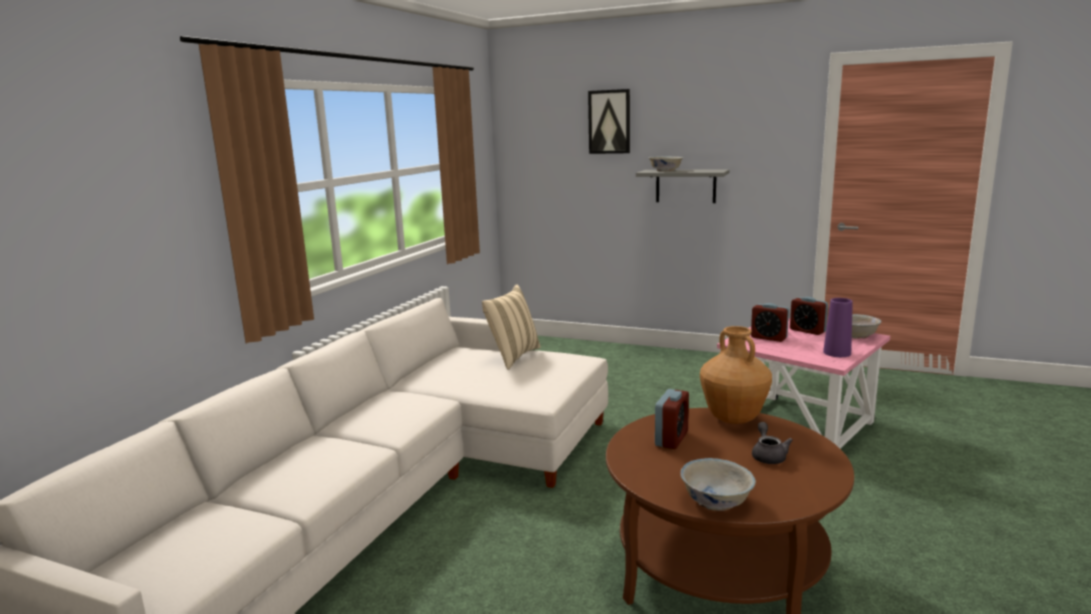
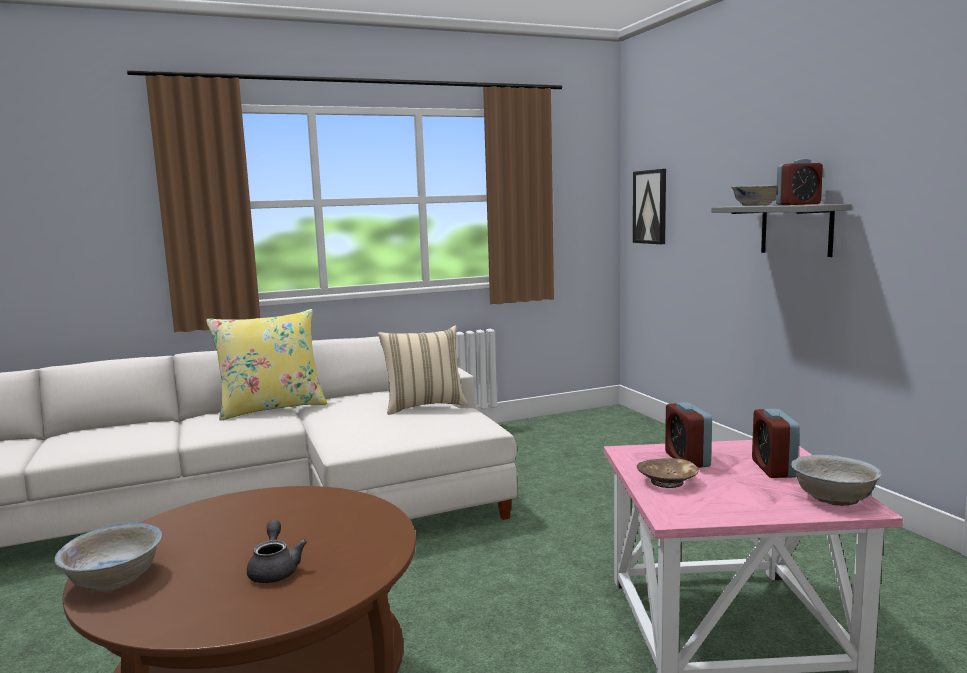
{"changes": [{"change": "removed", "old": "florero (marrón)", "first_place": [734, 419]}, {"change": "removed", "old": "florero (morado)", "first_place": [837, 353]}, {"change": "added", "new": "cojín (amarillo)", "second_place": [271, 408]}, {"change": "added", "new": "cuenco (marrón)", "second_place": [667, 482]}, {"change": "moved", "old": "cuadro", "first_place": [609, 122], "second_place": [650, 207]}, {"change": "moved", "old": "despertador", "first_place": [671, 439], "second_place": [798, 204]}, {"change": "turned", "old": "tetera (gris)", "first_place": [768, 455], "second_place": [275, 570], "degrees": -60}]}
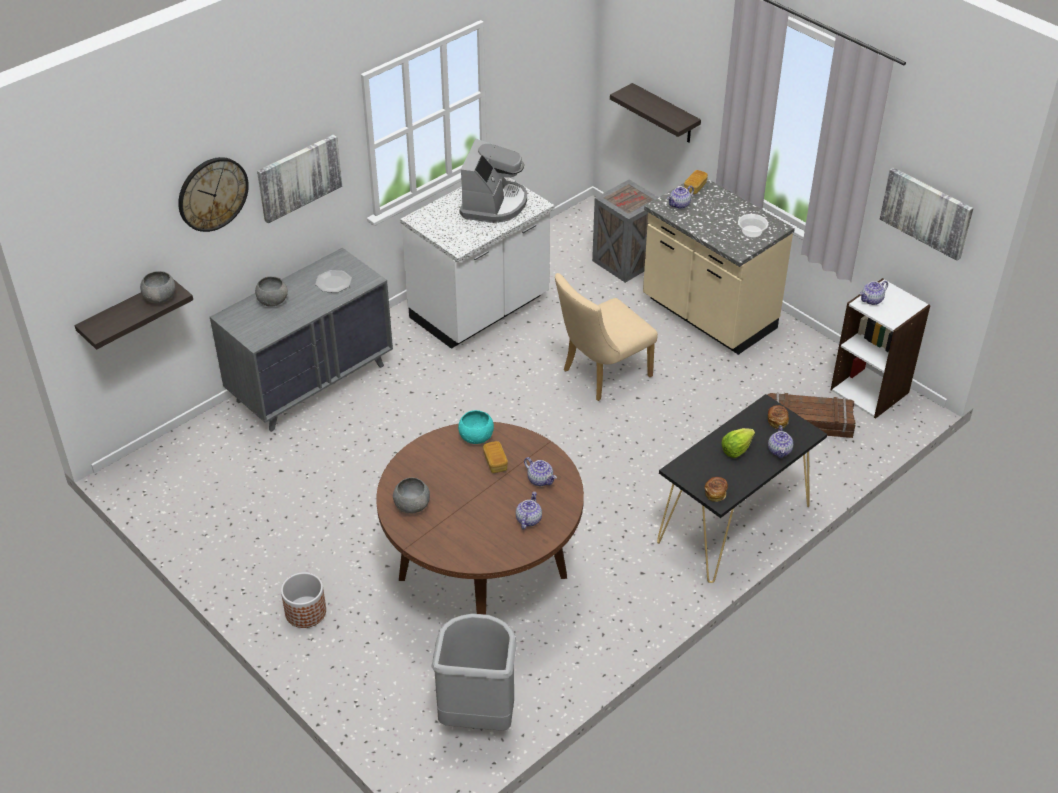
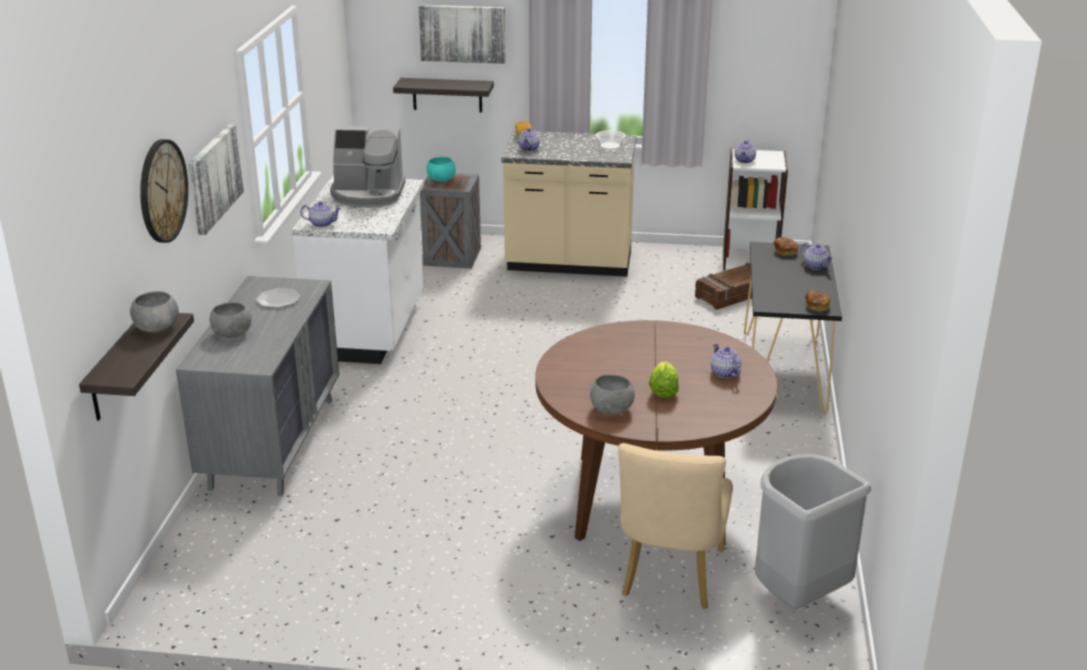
{"changes": [{"change": "removed", "old": "maceta", "first_place": [305, 612]}, {"change": "removed", "old": "pan", "first_place": [495, 463]}, {"change": "moved", "old": "cuenco (turquesa)", "first_place": [476, 437], "second_place": [441, 179]}, {"change": "moved", "old": "tetera", "first_place": [540, 480], "second_place": [322, 223]}, {"change": "moved", "old": "silla (beis)", "first_place": [601, 375], "second_place": [670, 578]}, {"change": "moved", "old": "lechuga", "first_place": [736, 449], "second_place": [663, 391]}, {"change": "moved", "old": "cuadro", "first_place": [926, 212], "second_place": [462, 33]}, {"change": "turned", "old": "cafetera", "first_place": [493, 204], "second_place": [368, 194], "degrees": 120}]}
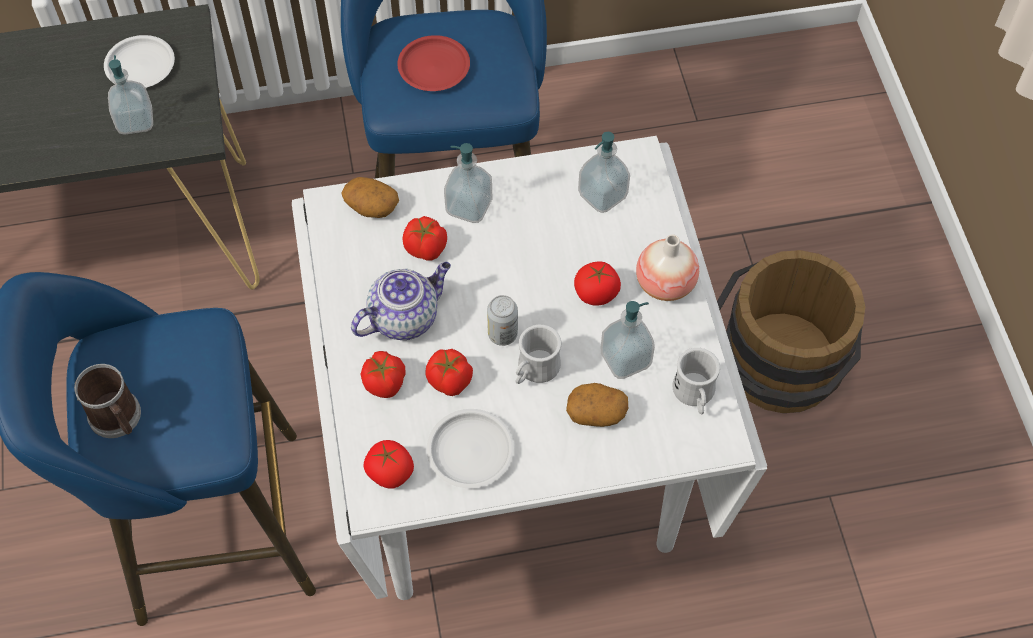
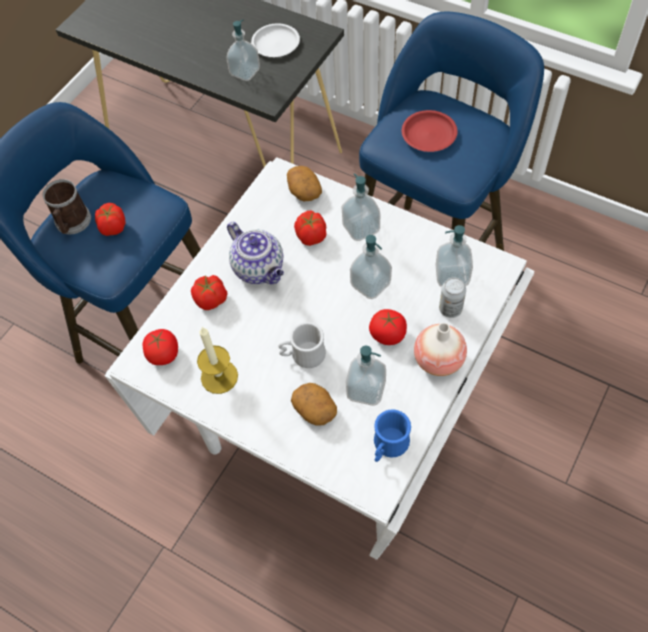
{"changes": [{"change": "removed", "old": "cubo (marrón)", "first_place": [775, 372]}, {"change": "added", "new": "dispensador de jabón", "second_place": [370, 284]}, {"change": "moved", "old": "tomate", "first_place": [450, 381], "second_place": [113, 227]}, {"change": "moved", "old": "lata", "first_place": [502, 334], "second_place": [450, 309]}, {"change": "replaced", "old": "plato (blanco)", "new": "vela", "first_place": [471, 451], "second_place": [219, 376]}, {"change": "recoloured", "old": "taza grande (blanco)", "new": "taza grande (azul)", "first_place": [694, 395], "second_place": [388, 446]}, {"change": "turned", "old": "tetera", "first_place": [405, 317], "second_place": [260, 269], "degrees": 45}]}
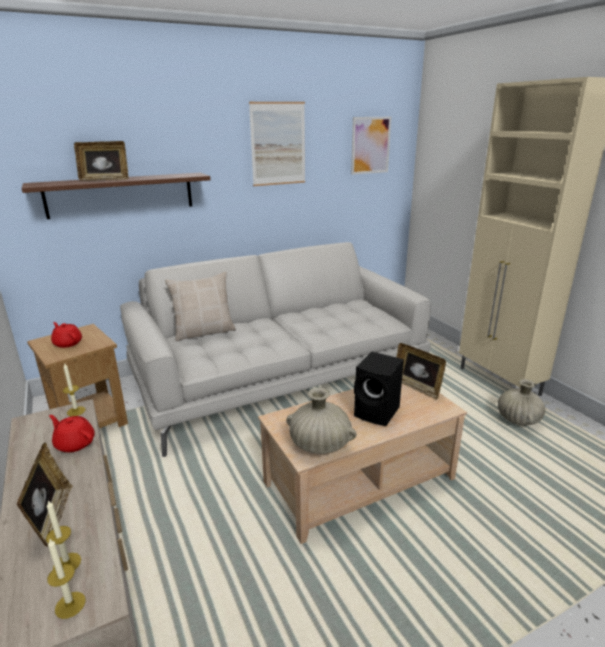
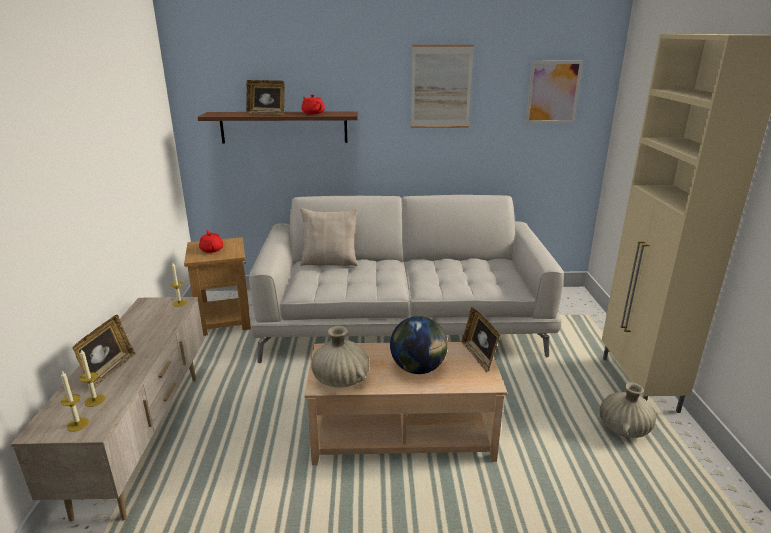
{"changes": [{"change": "moved", "old": "tetera (rojo)", "first_place": [74, 443], "second_place": [313, 113]}, {"change": "replaced", "old": "altavoz (negro)", "new": "globo terráqueo", "first_place": [378, 412], "second_place": [418, 368]}]}
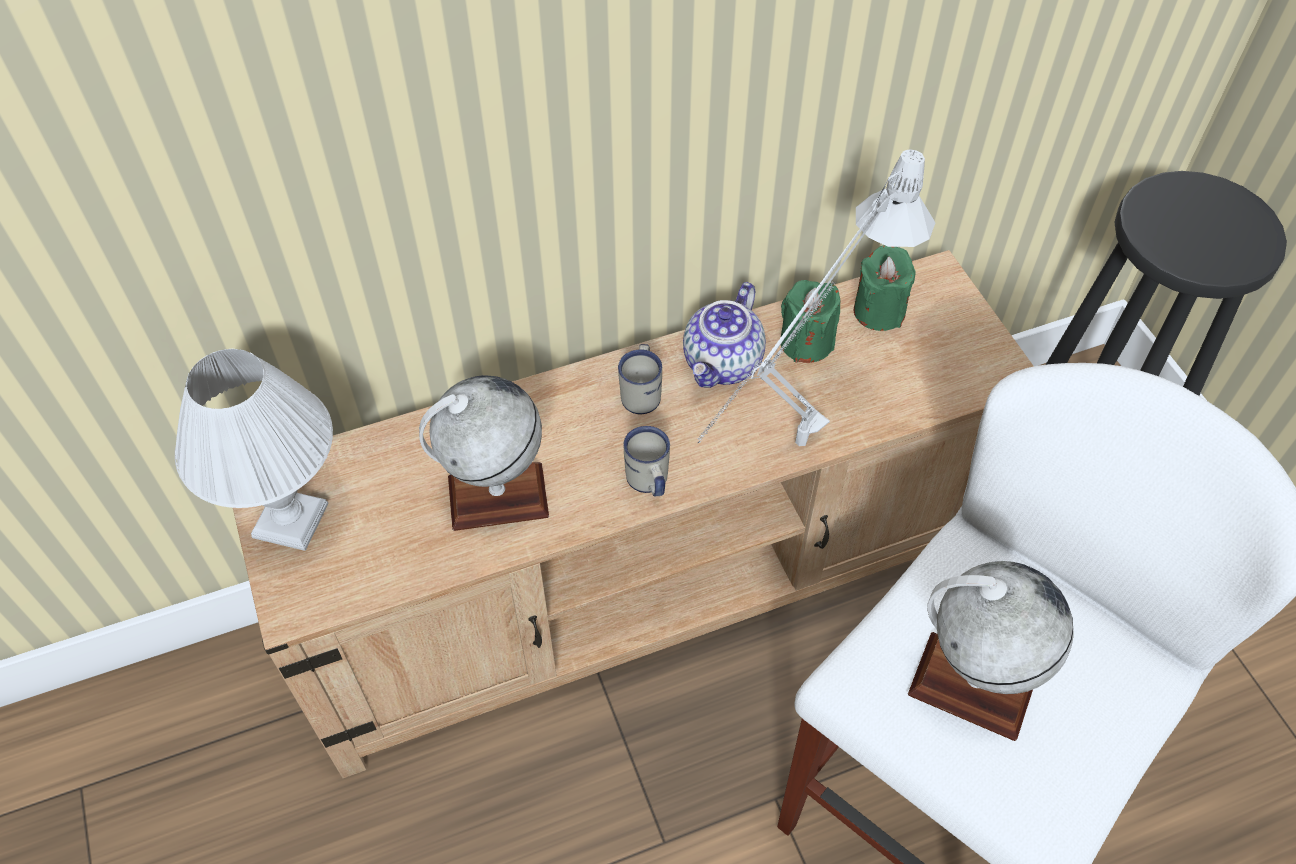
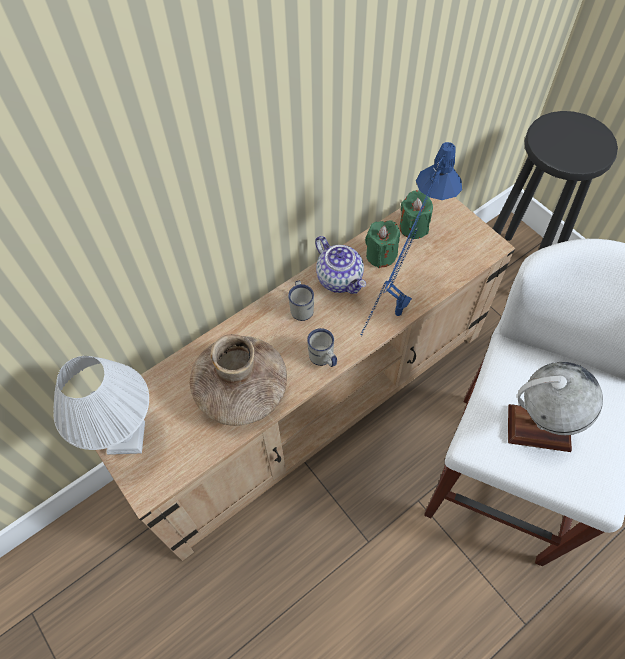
{"changes": [{"change": "replaced", "old": "globo terráqueo", "new": "florero (marrón)", "first_place": [497, 497], "second_place": [241, 390]}, {"change": "recoloured", "old": "lámpara de mesa (gris)", "new": "lámpara de mesa (azul)", "first_place": [788, 455], "second_place": [393, 322]}, {"change": "turned", "old": "tetera", "first_place": [723, 363], "second_place": [340, 279], "degrees": -45}]}
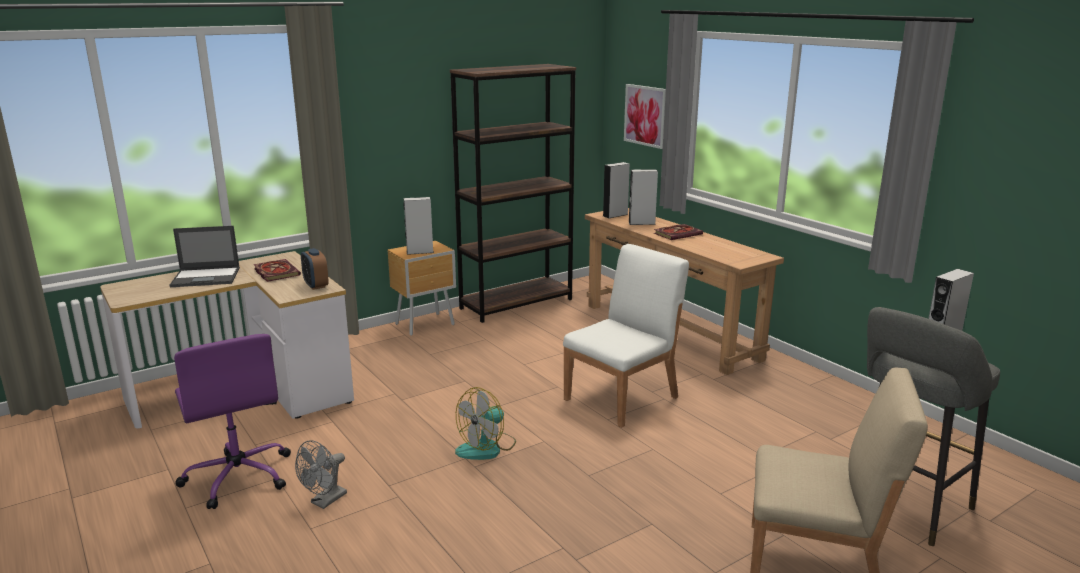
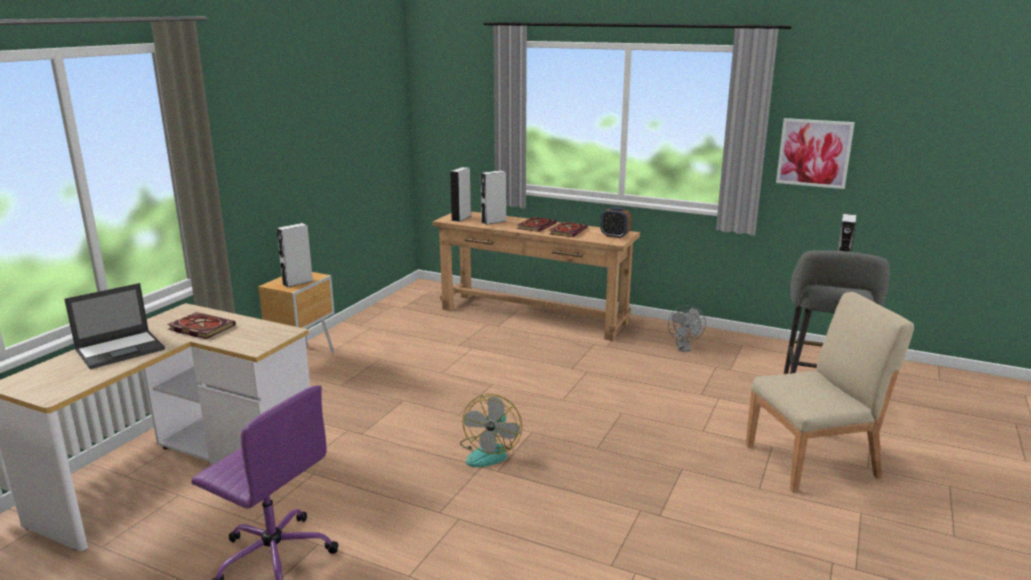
{"changes": [{"change": "removed", "old": "estantería (marrón)", "first_place": [516, 304]}, {"change": "removed", "old": "silla (blanco)", "first_place": [622, 398]}, {"change": "added", "new": "libro", "second_place": [567, 231]}, {"change": "moved", "old": "ventilador (gris)", "first_place": [325, 501], "second_place": [684, 349]}, {"change": "moved", "old": "despertador", "first_place": [316, 285], "second_place": [615, 236]}, {"change": "moved", "old": "cuadro", "first_place": [645, 115], "second_place": [814, 153]}]}
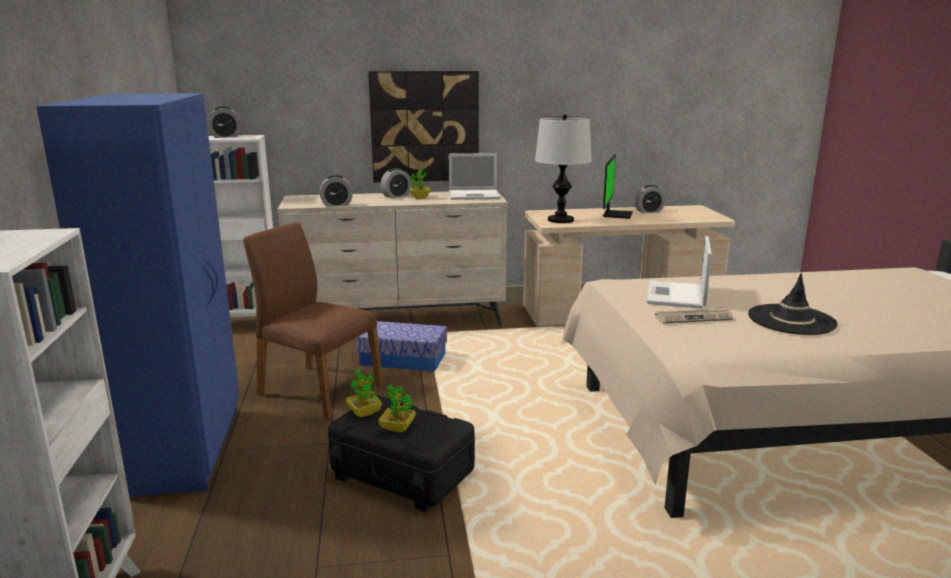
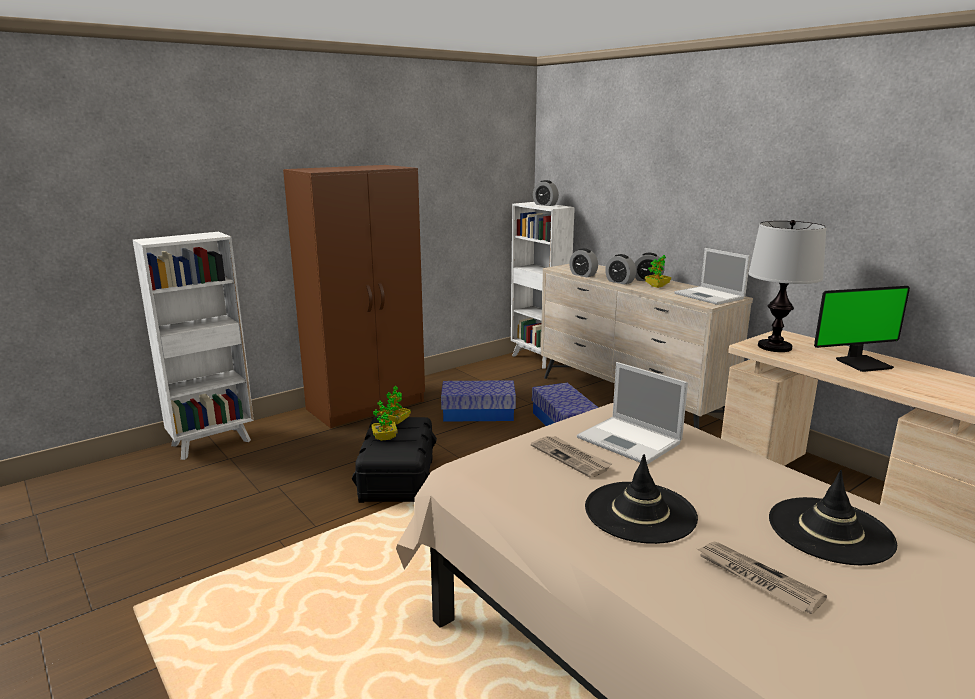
{"changes": [{"change": "removed", "old": "cuadro", "first_place": [424, 126]}, {"change": "added", "new": "periódico", "second_place": [756, 579]}, {"change": "added", "new": "sombrero (negro)", "second_place": [830, 531]}, {"change": "moved", "old": "despertador", "first_place": [648, 211], "second_place": [619, 282]}, {"change": "replaced", "old": "silla (marrón)", "new": "caja de almacenaje", "first_place": [317, 390], "second_place": [478, 413]}, {"change": "recoloured", "old": "armario ropero (azul)", "new": "armario ropero (marrón)", "first_place": [185, 448], "second_place": [367, 405]}, {"change": "turned", "old": "portátil", "first_place": [676, 295], "second_place": [630, 441], "degrees": -120}]}
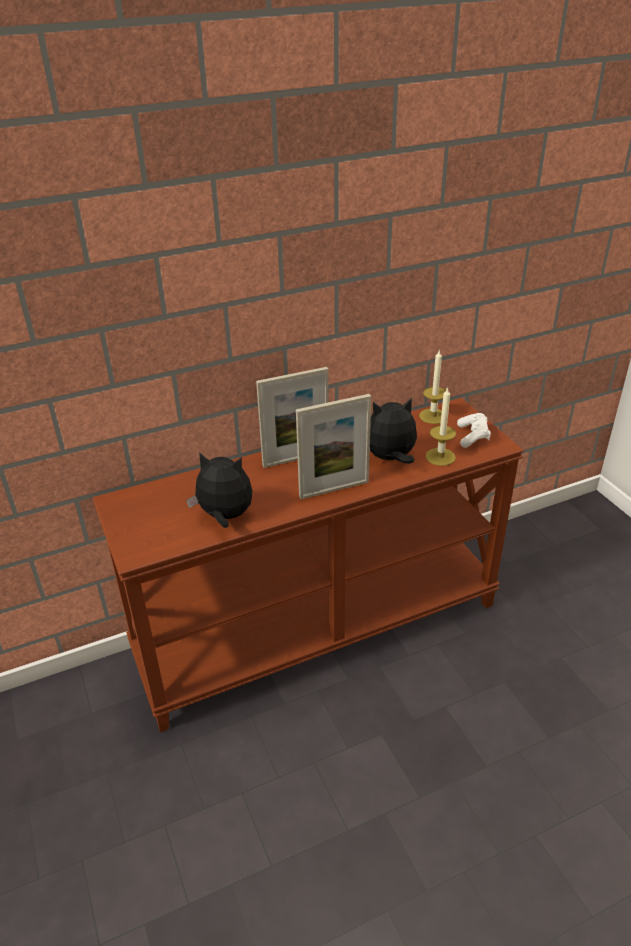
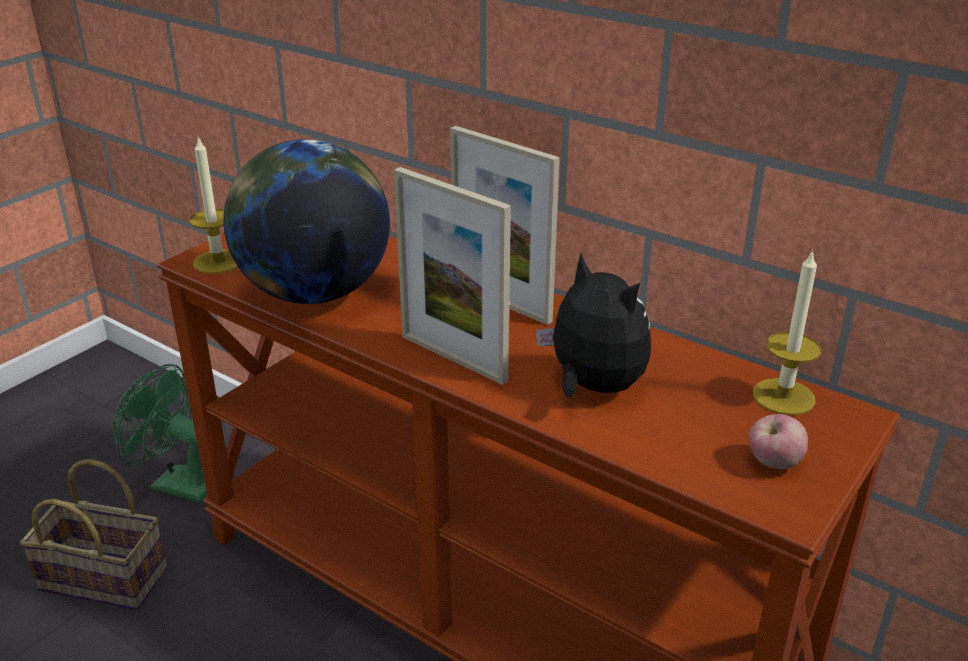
{"changes": [{"change": "added", "new": "cesta", "second_place": [107, 578]}, {"change": "added", "new": "ventilador (verde)", "second_place": [176, 484]}, {"change": "moved", "old": "vela", "first_place": [440, 457], "second_place": [218, 262]}, {"change": "replaced", "old": "peluche", "new": "globo terráqueo", "first_place": [225, 517], "second_place": [314, 292]}, {"change": "replaced", "old": "mando de consola (blanco)", "new": "manzana", "first_place": [472, 436], "second_place": [773, 463]}]}
